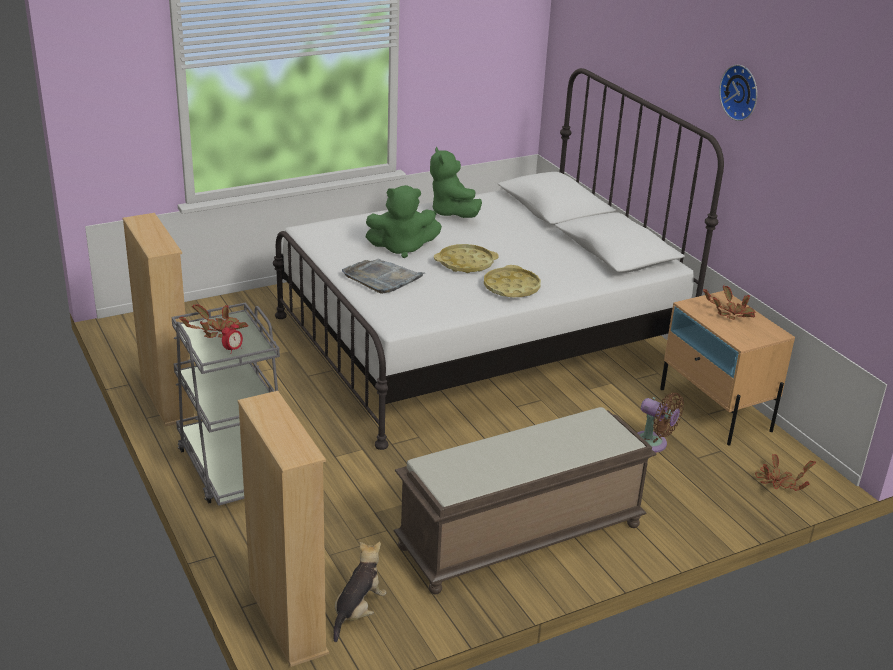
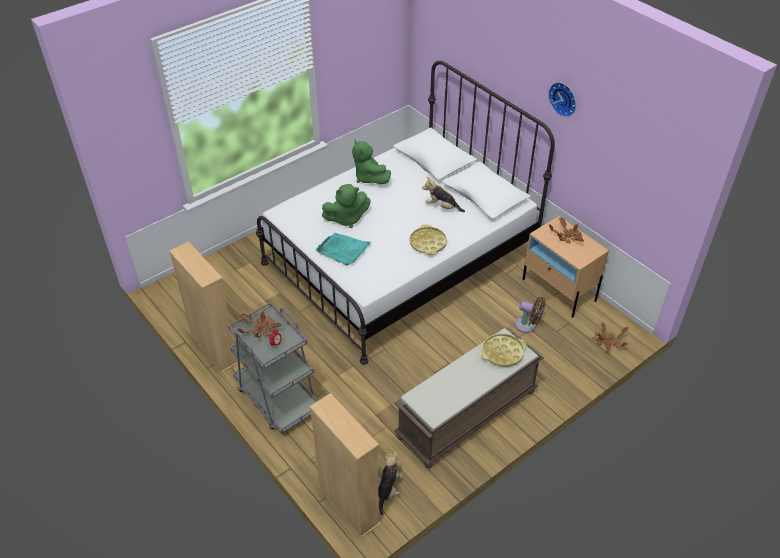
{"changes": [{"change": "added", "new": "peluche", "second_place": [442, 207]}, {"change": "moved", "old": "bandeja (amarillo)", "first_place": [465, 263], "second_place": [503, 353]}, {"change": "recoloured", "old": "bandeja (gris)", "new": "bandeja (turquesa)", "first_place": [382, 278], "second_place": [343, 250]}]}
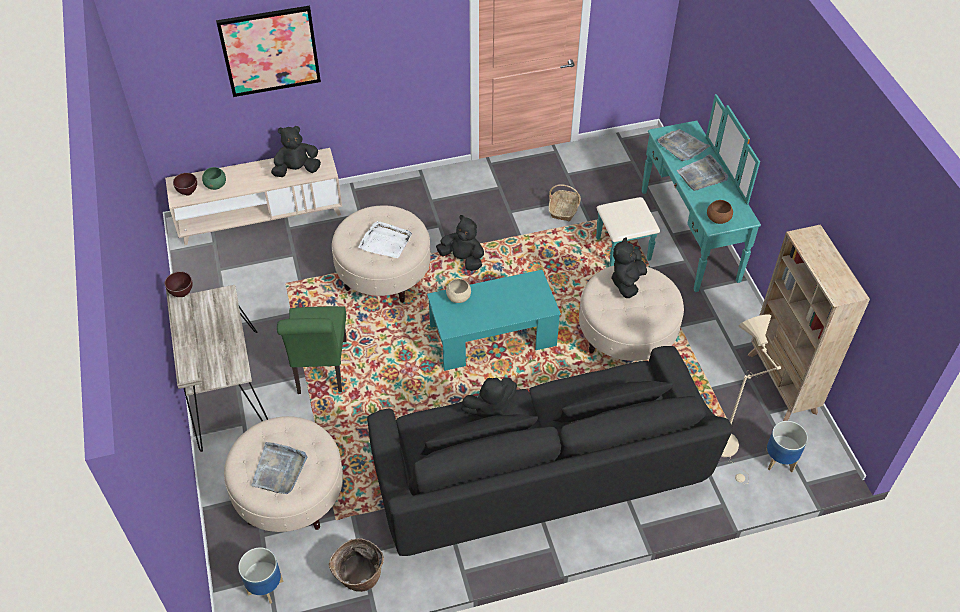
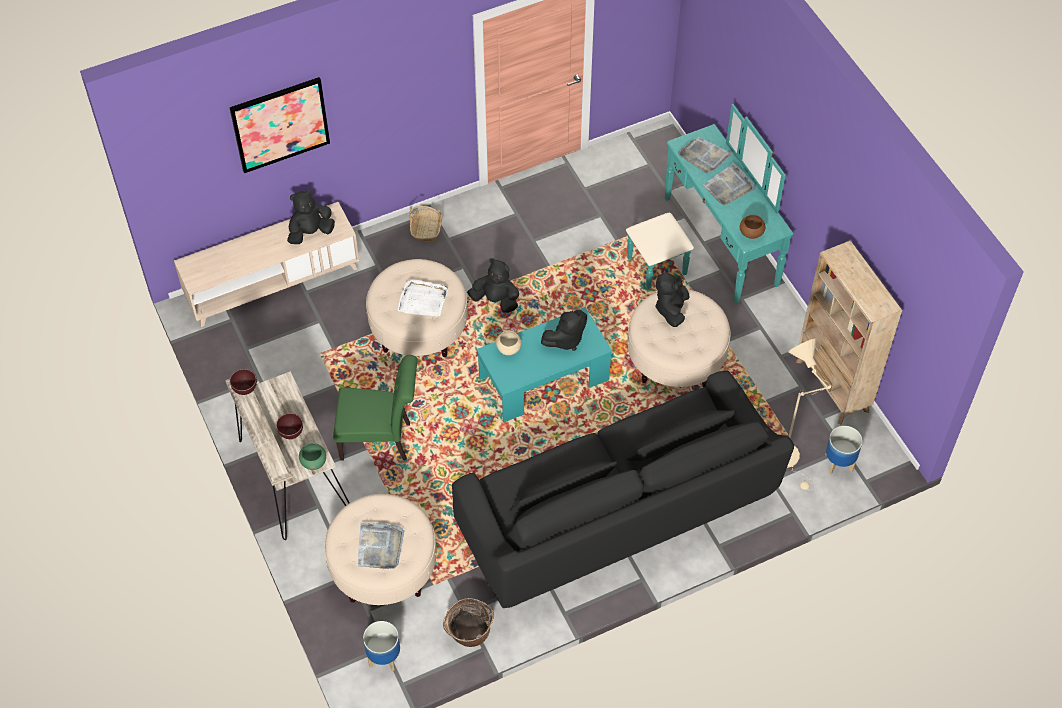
{"changes": [{"change": "moved", "old": "cuenco (marrón)", "first_place": [188, 192], "second_place": [292, 434]}, {"change": "moved", "old": "cuenco (verde)", "first_place": [216, 185], "second_place": [314, 462]}, {"change": "moved", "old": "peluche (negro)", "first_place": [490, 408], "second_place": [565, 339]}, {"change": "moved", "old": "cesta", "first_place": [564, 209], "second_place": [427, 229]}, {"change": "turned", "old": "silla (verde)", "first_place": [321, 370], "second_place": [381, 440], "degrees": -75}]}
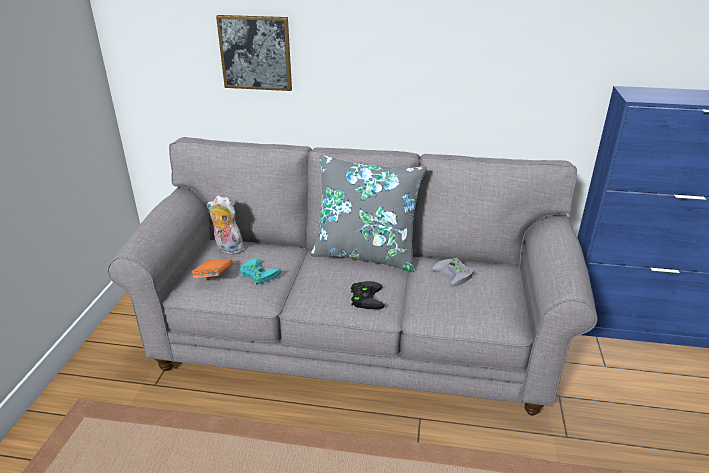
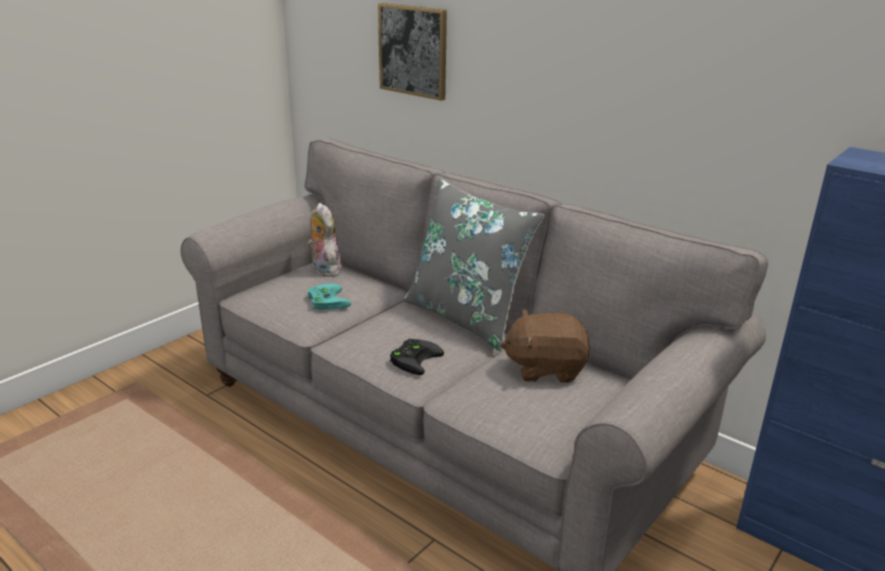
{"changes": [{"change": "removed", "old": "libro (naranja)", "first_place": [214, 277]}, {"change": "replaced", "old": "mando de consola (gris)", "new": "peluche (marrón)", "first_place": [455, 274], "second_place": [545, 368]}]}
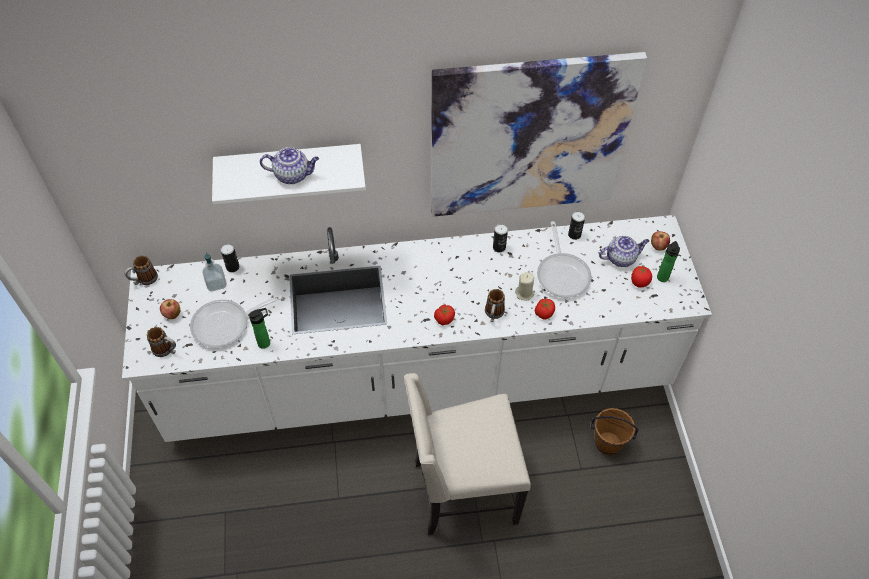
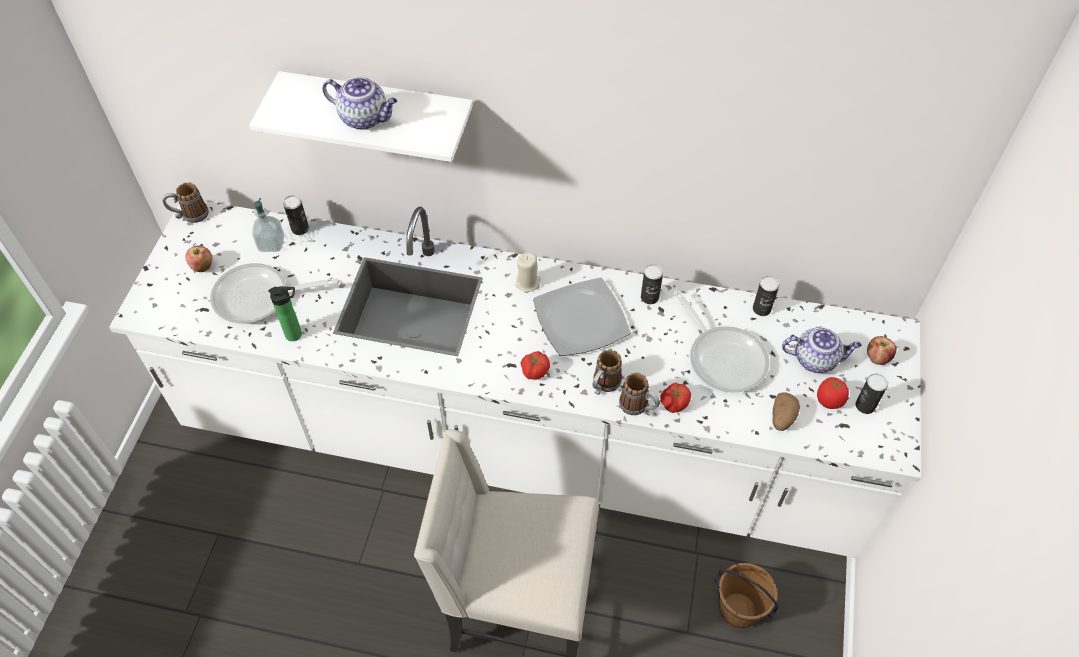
{"changes": [{"change": "removed", "old": "cuadro", "first_place": [529, 137]}, {"change": "added", "new": "plato", "second_place": [580, 320]}, {"change": "added", "new": "patata", "second_place": [782, 418]}, {"change": "moved", "old": "taza grande", "first_place": [166, 350], "second_place": [638, 407]}, {"change": "moved", "old": "vela (beis)", "first_place": [524, 293], "second_place": [528, 283]}, {"change": "replaced", "old": "botella", "new": "lata", "first_place": [662, 279], "second_place": [865, 405]}, {"change": "turned", "old": "sartén", "first_place": [562, 273], "second_place": [723, 357], "degrees": -45}]}
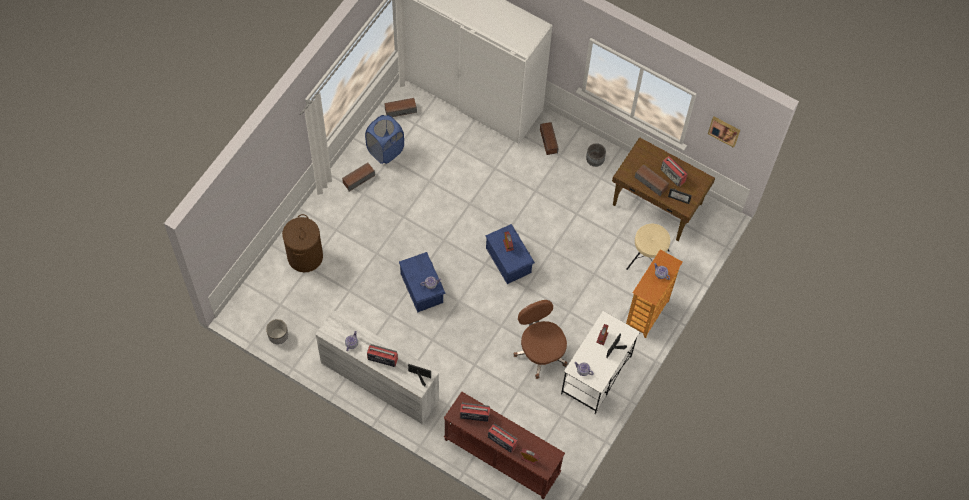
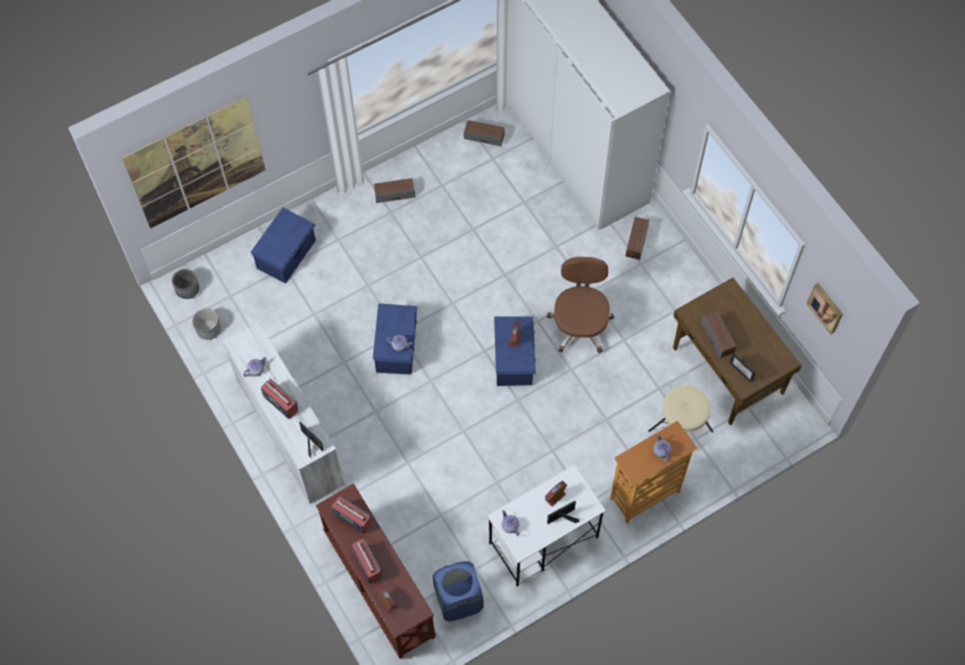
{"changes": [{"change": "removed", "old": "radio", "first_place": [673, 175]}, {"change": "added", "new": "cuadro", "second_place": [196, 163]}, {"change": "moved", "old": "cesto de la ropa (azul)", "first_place": [385, 150], "second_place": [458, 600]}, {"change": "moved", "old": "silla de oficina (marrón)", "first_place": [540, 351], "second_place": [580, 324]}, {"change": "moved", "old": "maceta (gris)", "first_place": [595, 161], "second_place": [188, 291]}, {"change": "replaced", "old": "cesto de la ropa (marrón)", "new": "caja de almacenaje (azul)", "first_place": [305, 256], "second_place": [287, 254]}]}
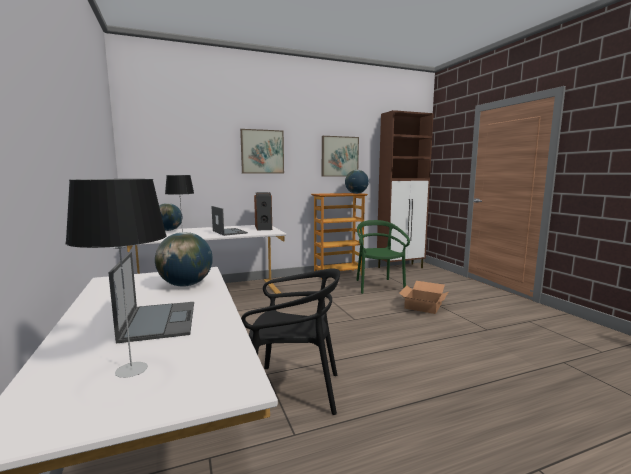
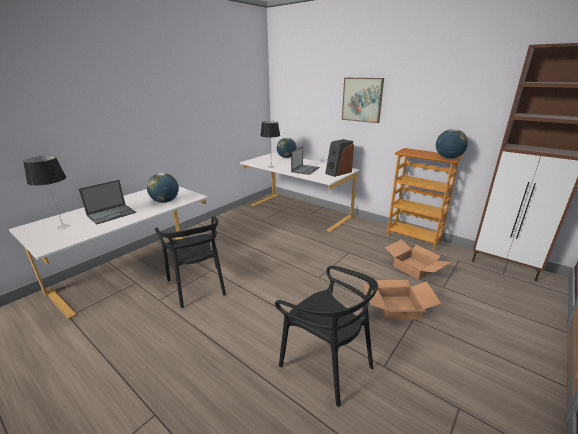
{"changes": [{"change": "removed", "old": "cuadro", "first_place": [339, 156]}, {"change": "added", "new": "silla (negro)", "second_place": [326, 363]}, {"change": "replaced", "old": "silla (verde)", "new": "caja de cartón", "first_place": [378, 286], "second_place": [414, 267]}]}
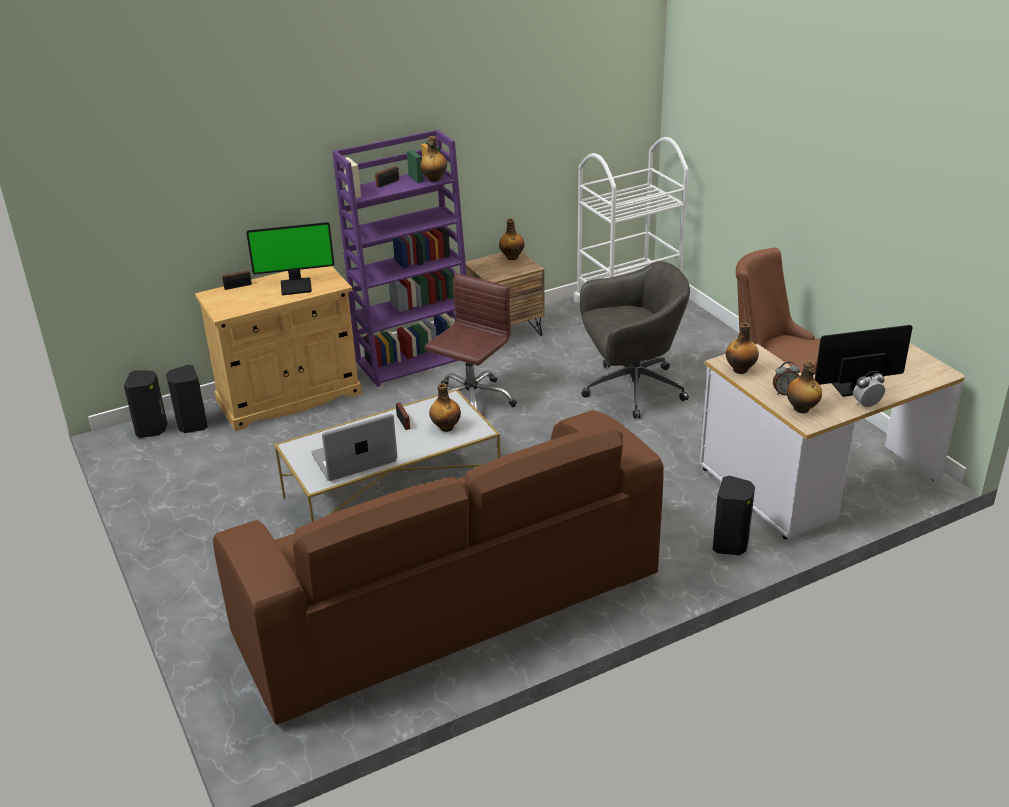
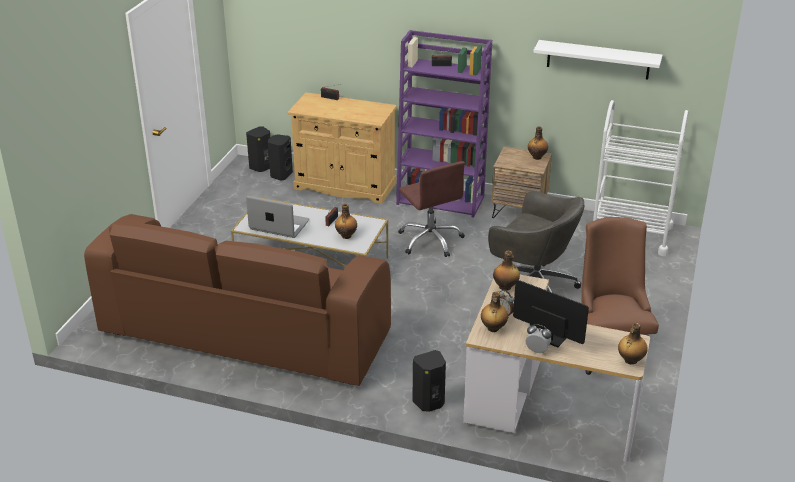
{"changes": [{"change": "removed", "old": "monitor", "first_place": [296, 286]}, {"change": "added", "new": "estante (blanco)", "second_place": [598, 59]}, {"change": "moved", "old": "botella", "first_place": [433, 179], "second_place": [630, 360]}, {"change": "turned", "old": "silla de oficina (marrón)", "first_place": [471, 401], "second_place": [430, 240], "degrees": 75}]}
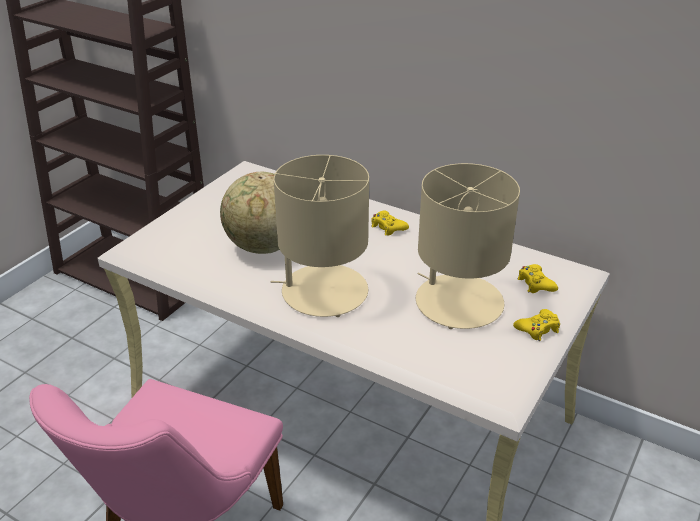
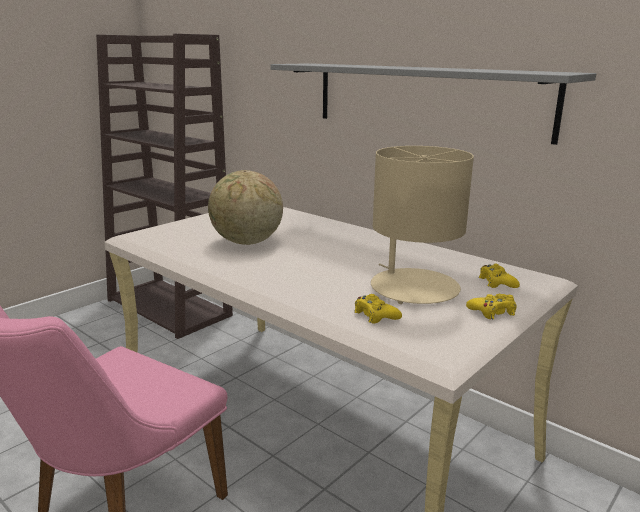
{"changes": [{"change": "removed", "old": "lámpara de mesa (beis)", "first_place": [323, 292]}, {"change": "added", "new": "estante (gris)", "second_place": [425, 98]}, {"change": "moved", "old": "mando de consola (amarillo)", "first_place": [388, 227], "second_place": [375, 315]}]}
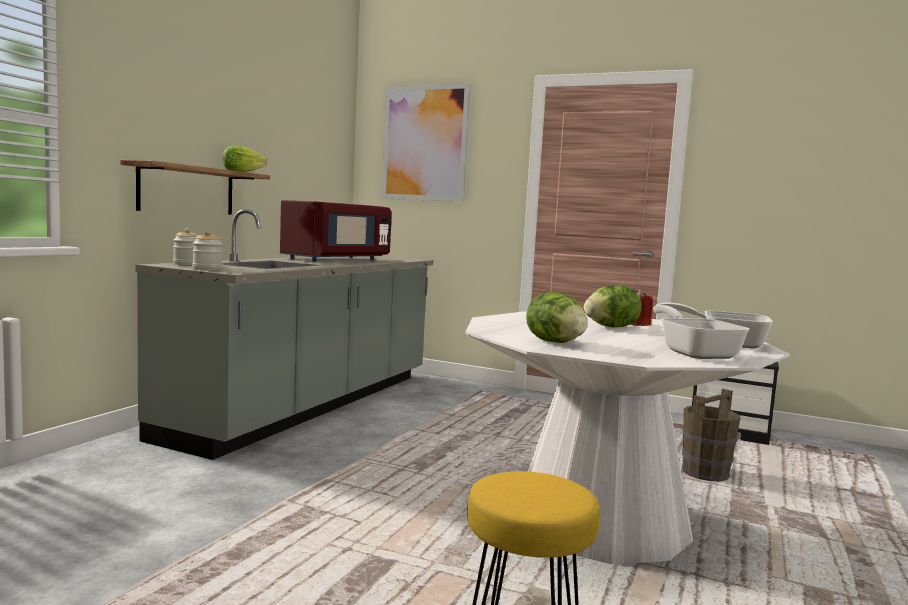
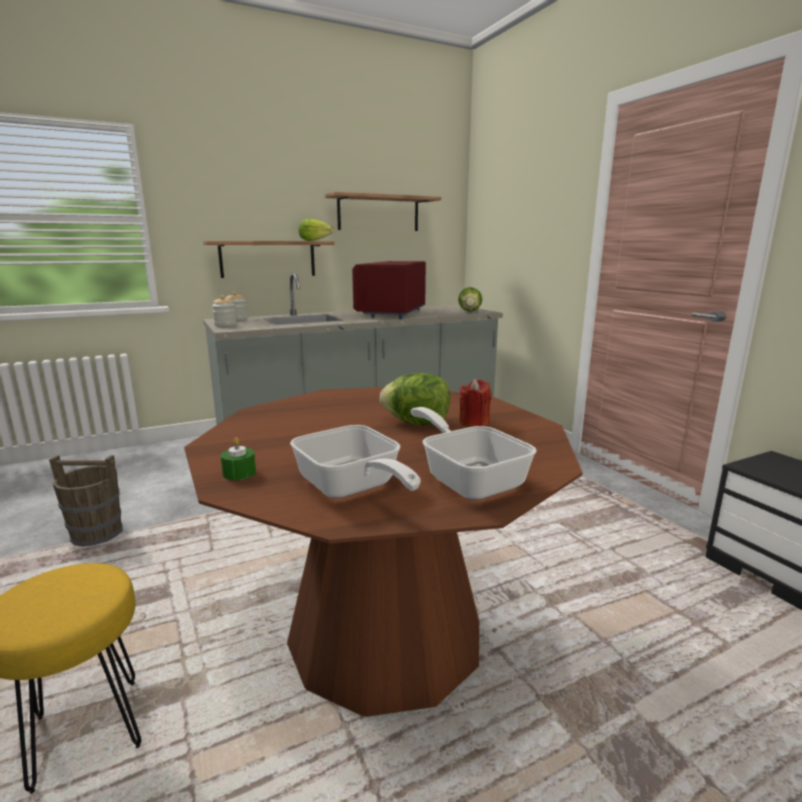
{"changes": [{"change": "removed", "old": "cuadro", "first_place": [425, 143]}, {"change": "added", "new": "vela (verde)", "second_place": [239, 473]}, {"change": "added", "new": "estante", "second_place": [378, 213]}, {"change": "moved", "old": "lechuga", "first_place": [555, 342], "second_place": [469, 311]}, {"change": "moved", "old": "cubo (marrón)", "first_place": [705, 473], "second_place": [97, 534]}, {"change": "recoloured", "old": "mesa de comedor (blanco)", "new": "mesa de comedor (marrón)", "first_place": [600, 521], "second_place": [385, 632]}, {"change": "turned", "old": "microondas (rojo)", "first_place": [335, 259], "second_place": [392, 313], "degrees": 120}, {"change": "turned", "old": "sartén", "first_place": [695, 352], "second_place": [352, 488], "degrees": 120}]}
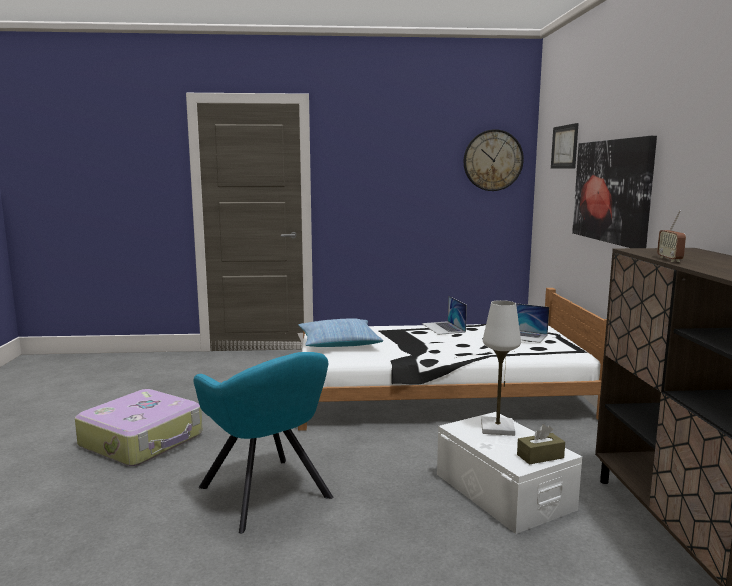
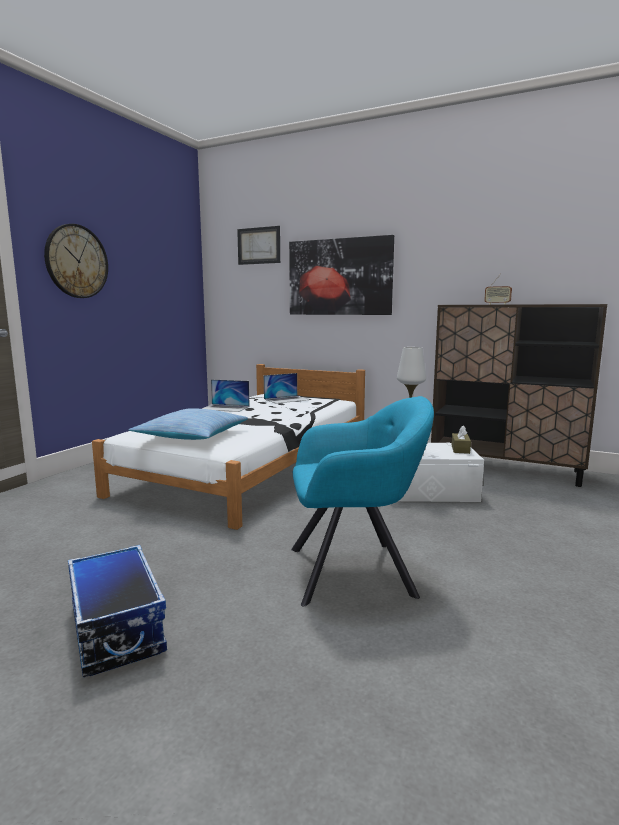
{"changes": [{"change": "moved", "old": "reloj de pared", "first_place": [493, 160], "second_place": [76, 261]}, {"change": "replaced", "old": "maleta", "new": "caja de almacenaje", "first_place": [143, 440], "second_place": [115, 629]}]}
